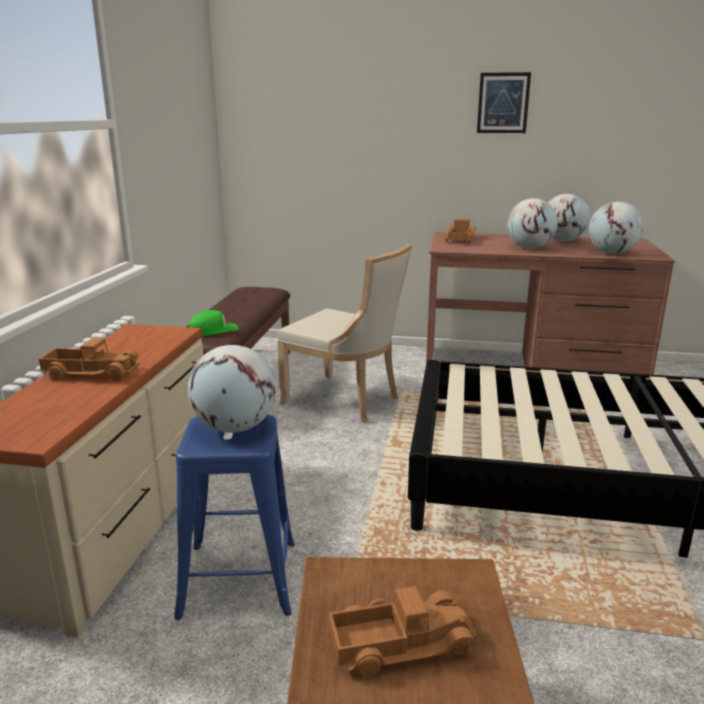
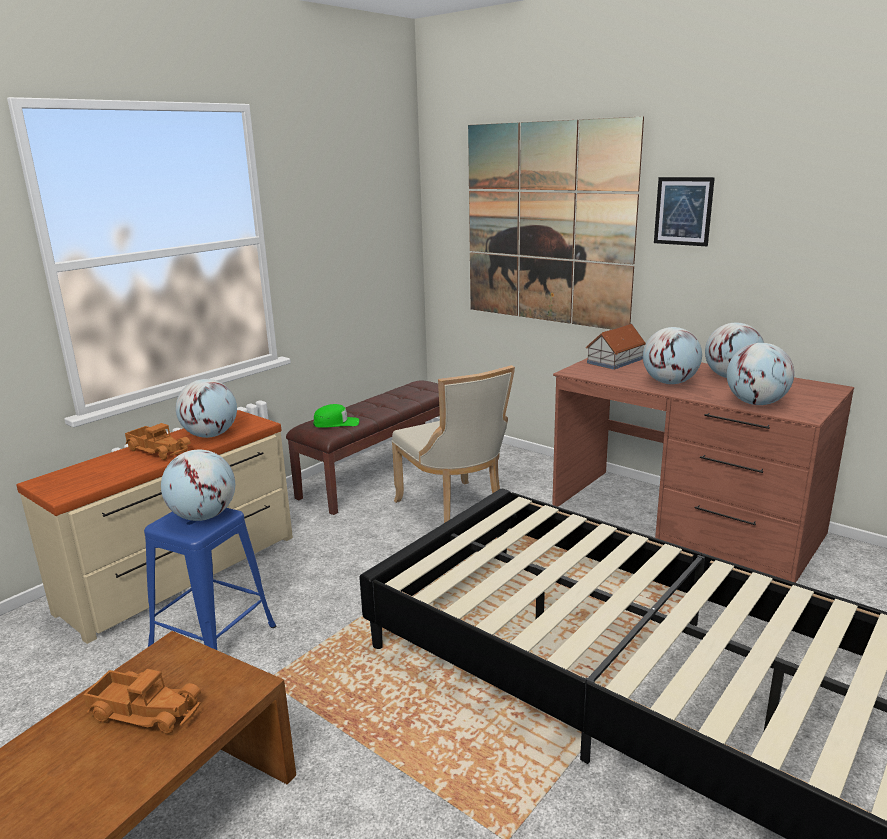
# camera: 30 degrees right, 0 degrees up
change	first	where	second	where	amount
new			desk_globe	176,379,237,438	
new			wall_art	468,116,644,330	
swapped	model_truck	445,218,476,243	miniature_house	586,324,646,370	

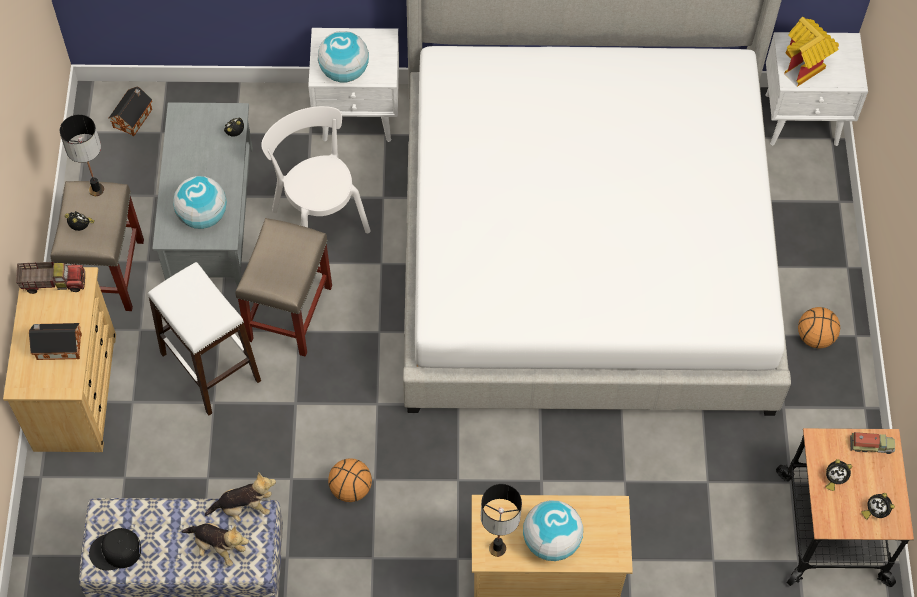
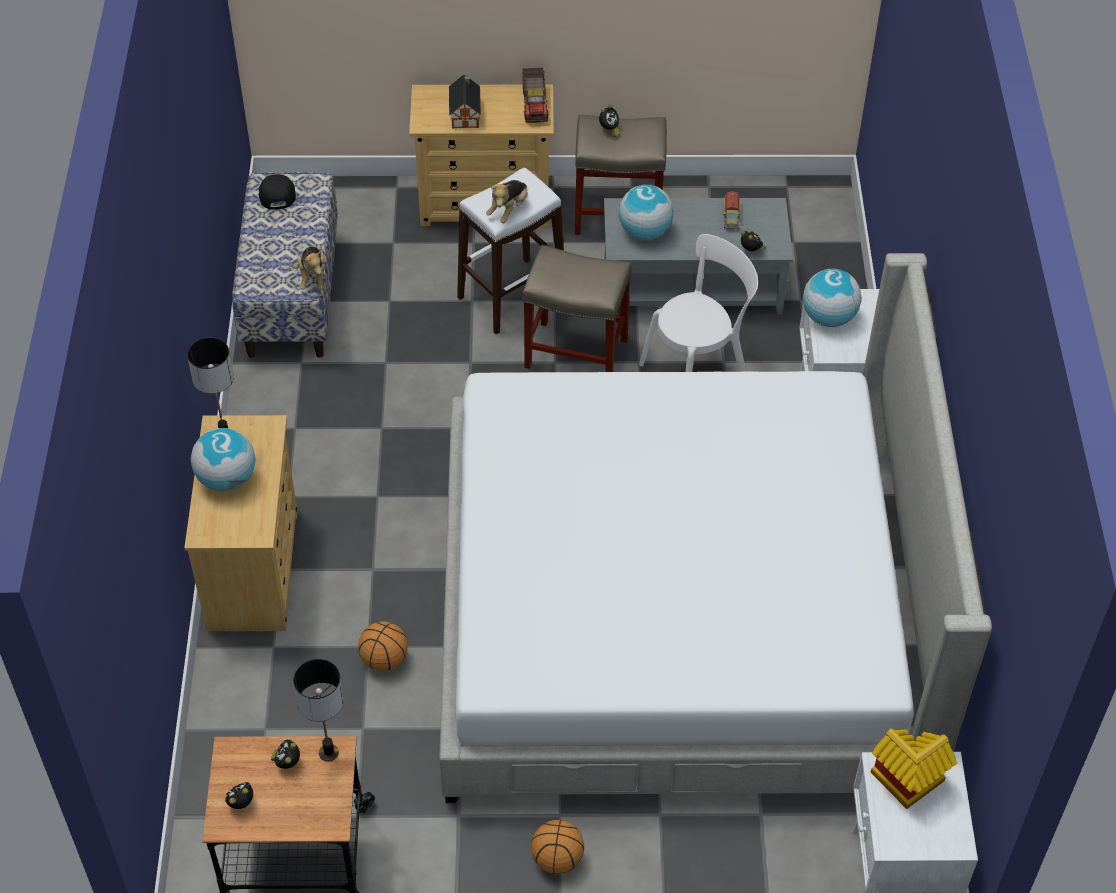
# camera: 90 degrees right, 10 degrees down
change	first	where	second	where	amount
shifted	table_lamp	60,114,104,196		293,659,344,762	
shifted	basketball_ball	328,458,372,502		358,621,408,671	
shifted	plush_toy	182,523,249,566		486,180,528,223	
shifted	model_truck	850,432,895,454		723,191,740,229	
gone	miniature_house	108,86,153,136			

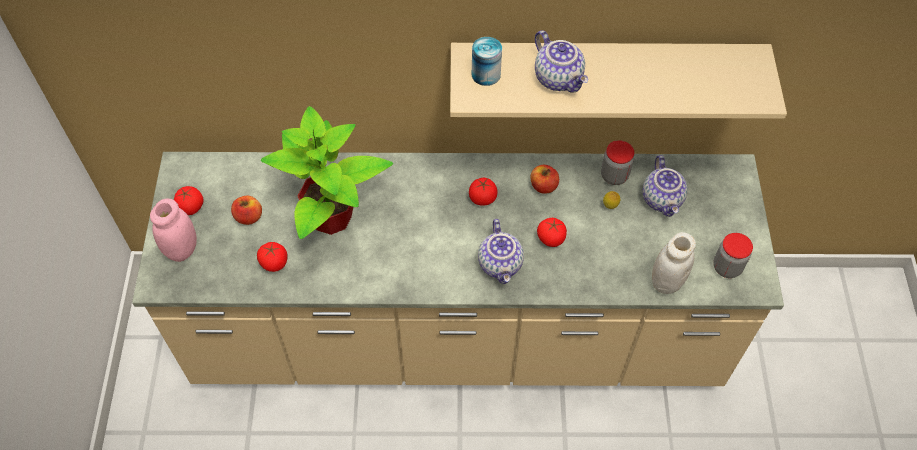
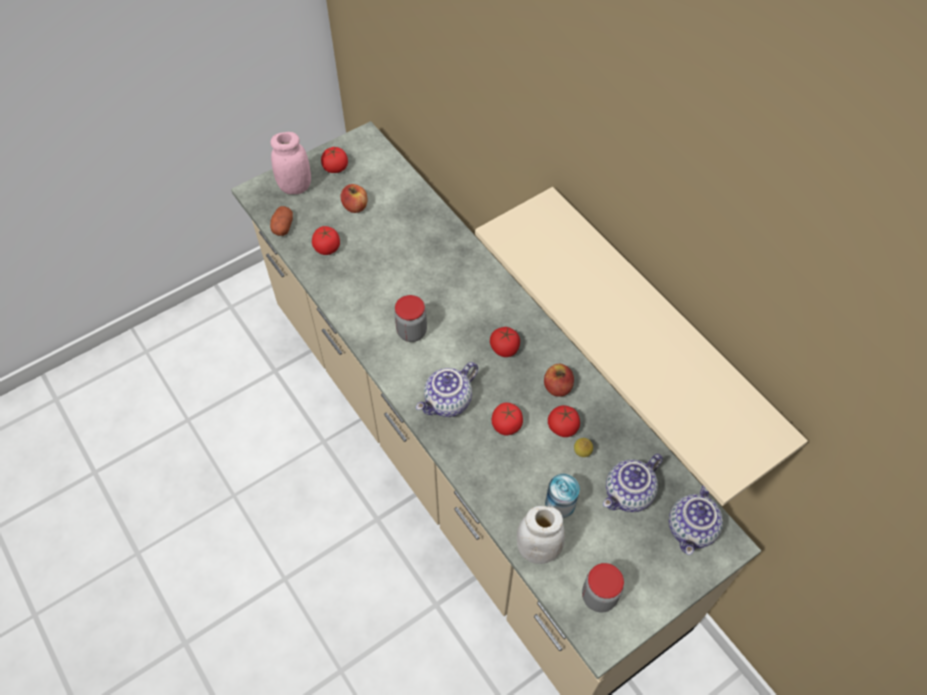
# camera: 55 degrees right, 0 degrees up
change	first	where	second	where	amount
new			spud	270,206,293,236	
shifted	jar	601,140,634,185		394,295,427,342	
shifted	sealed_can	472,37,502,86		545,474,580,518	
new			fresh_tomato	548,405,580,437	
shifted	teapot	535,30,588,92		669,485,723,555	
gone	potted_plant	261,106,393,239			

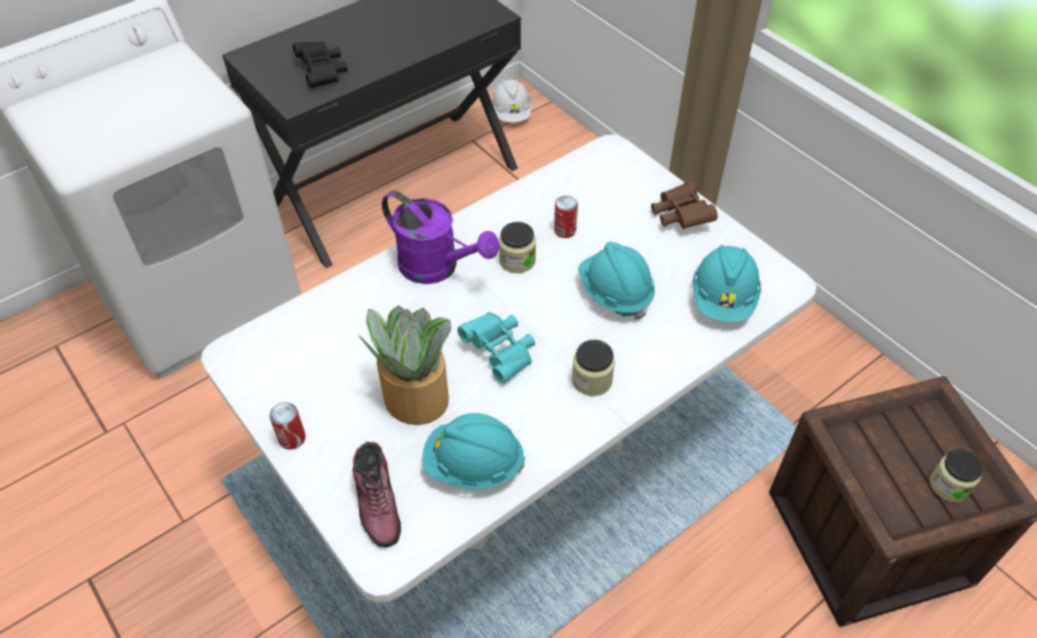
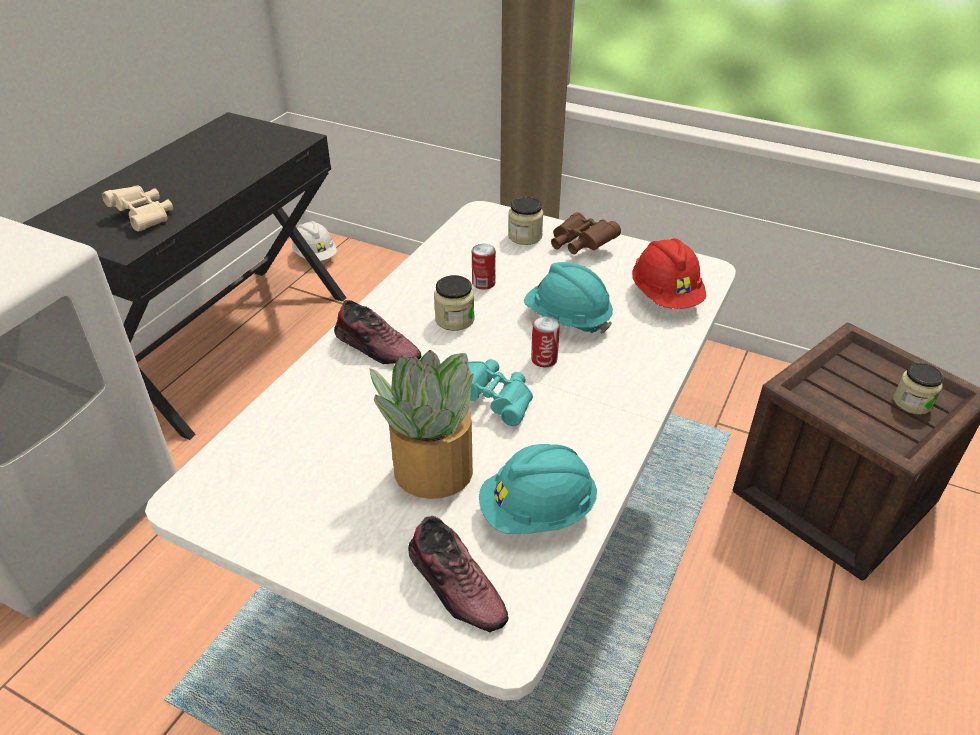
# camera: 25 degrees left, 10 degrees down
change	first	where	second	where	amount
repainted	black_pair_of_binoculars	293,41,348,88	beige-coloured_pair_of_binoculars	102,185,173,232	
swapped	purplish_watering_pot	382,191,499,284	low_shoe	334,300,421,364	
shifted	jar	572,340,615,396		508,197,544,245	
shifted	sealed_can	270,402,306,450		531,316,560,367	
repainted	turquoise-coloured_safety_helmet	692,245,761,323	red-coloured_safety_helmet	632,238,706,309	

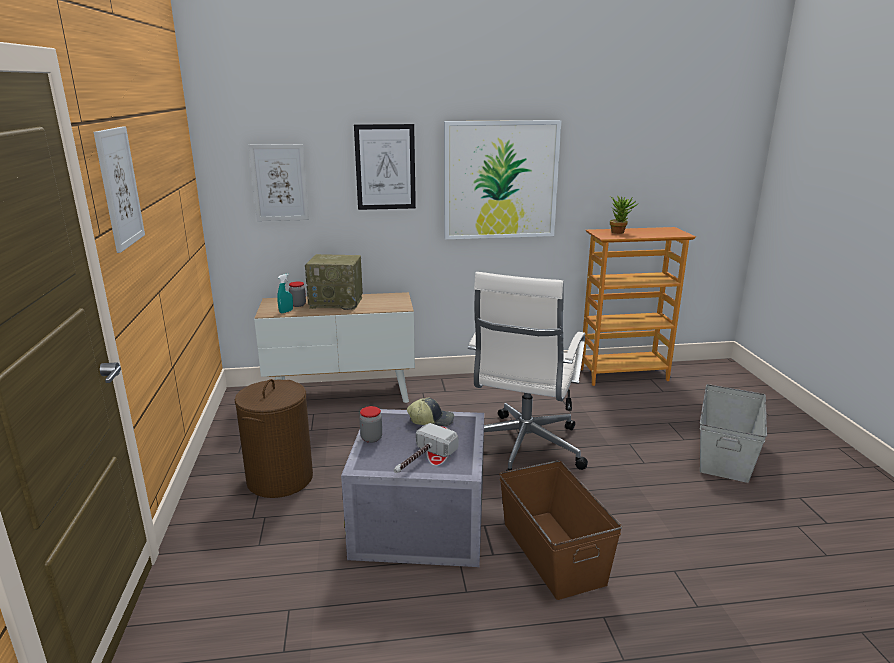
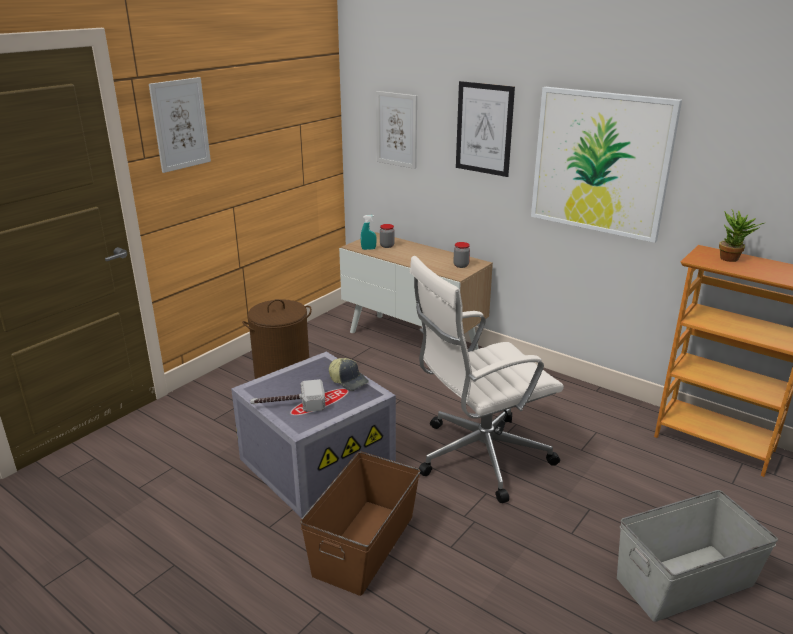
# camera: 45 degrees right, 5 degrees up
change	first	where	second	where	amount
shifted	jar	360,406,382,443		454,242,470,268	
gone	radio_receiver	305,254,363,310			

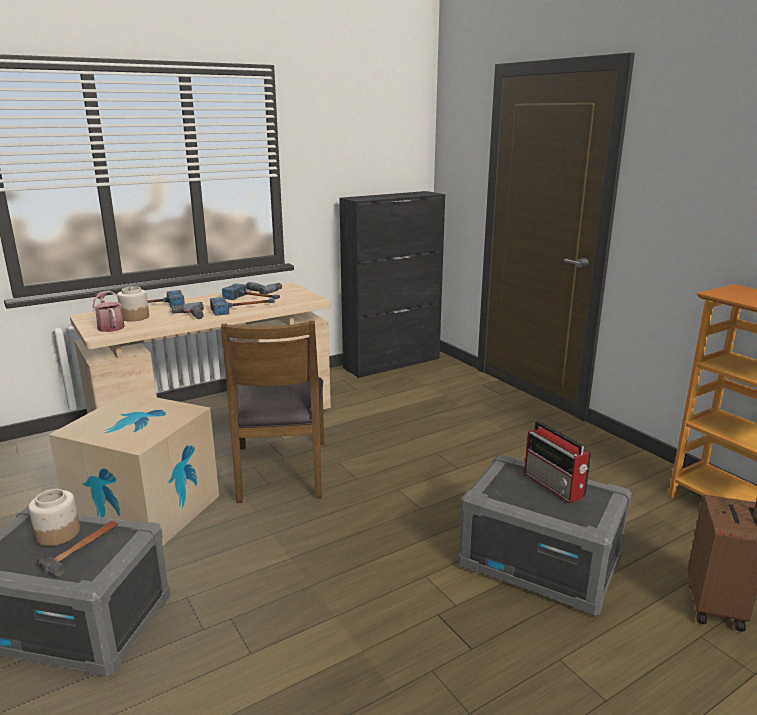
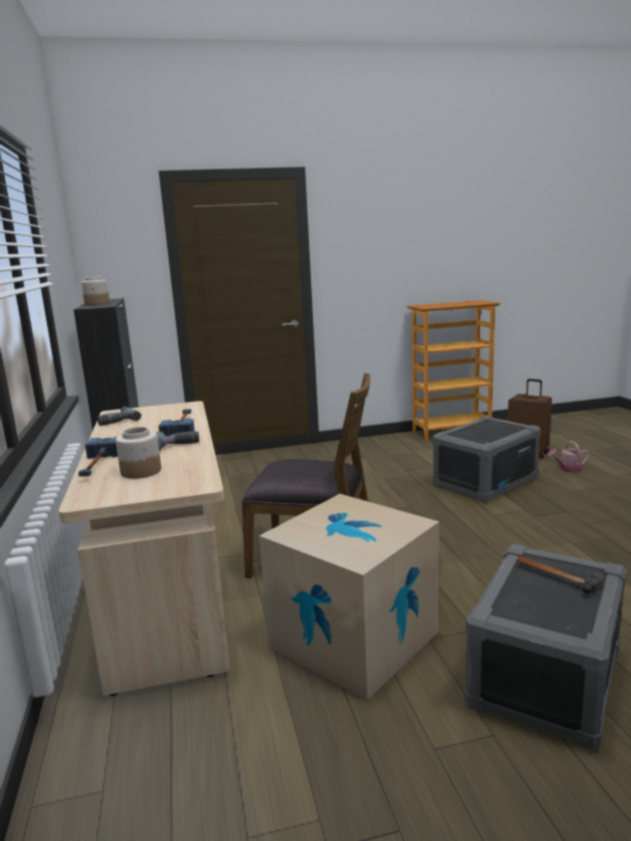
# camera: 70 degrees left, 5 degrees down
change	first	where	second	where	amount
shifted	jar	28,489,80,546		81,277,110,305	
shifted	watering_pot	92,291,125,332		547,441,590,473	
gone	tool_hammer	222,283,280,300			
gone	radio_receiver	524,421,591,503			

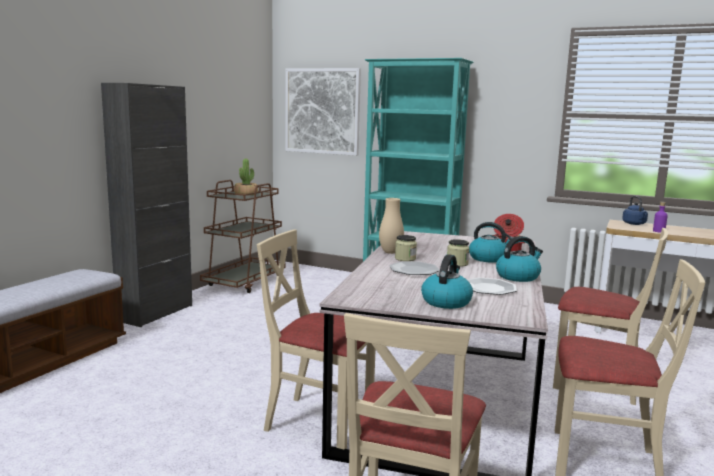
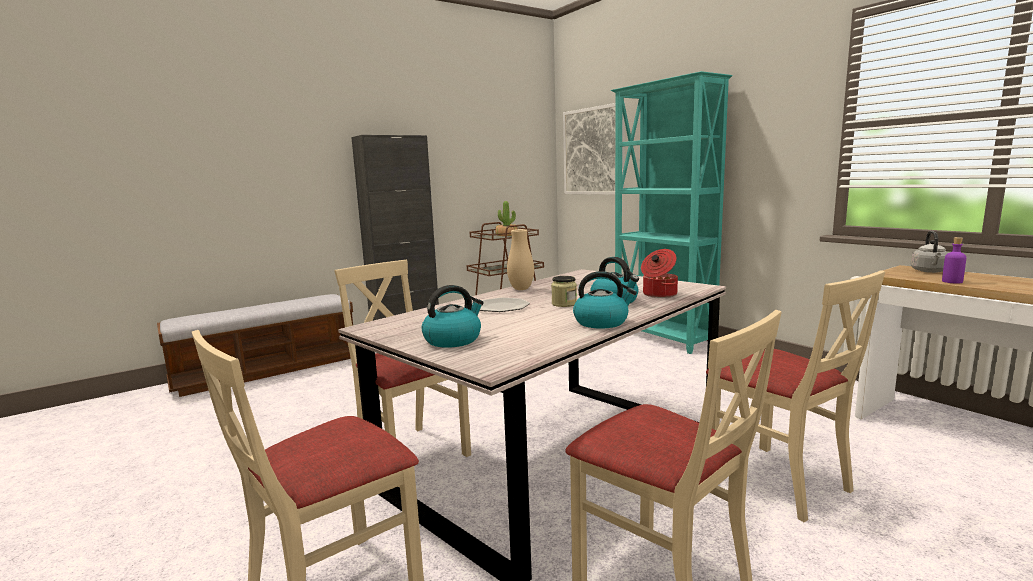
# camera: 30 degrees right, 0 degrees up
change	first	where	second	where	amount
repainted	blue-coloured_kettle	622,196,648,225	gray_kettle	911,231,950,273	
gone	jar	395,235,417,261			
gone	flat_dish	467,278,517,295			

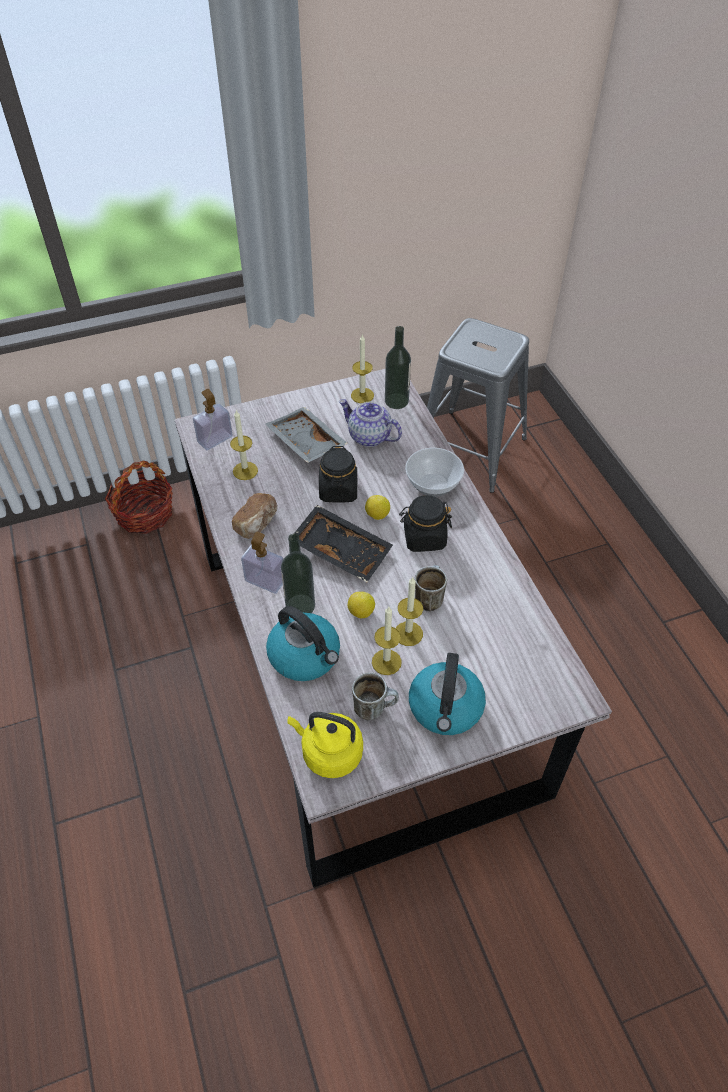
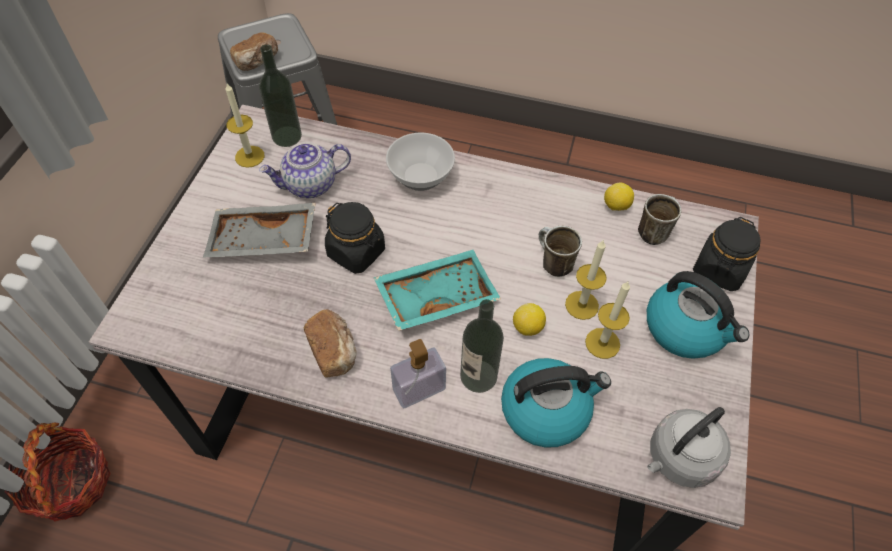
# camera: 55 degrees left, 5 degrees up
change	first	where	second	where	amount
new			bread	230,32,278,71	
repainted	black_tray	294,505,393,582	turquoise-coloured_tray	374,250,501,331	
shifted	lemon	365,495,390,520		604,182,634,211	
shifted	coffee_mug	352,672,399,720		638,194,681,245	
repainted	yellow-coloured_kettle	287,712,363,778	gray_kettle	647,407,731,488	
shifted	black_jar	399,495,452,552		693,217,761,291	
gone	soap_dispenser	193,389,233,450			
gone	wax_light	230,410,258,480			

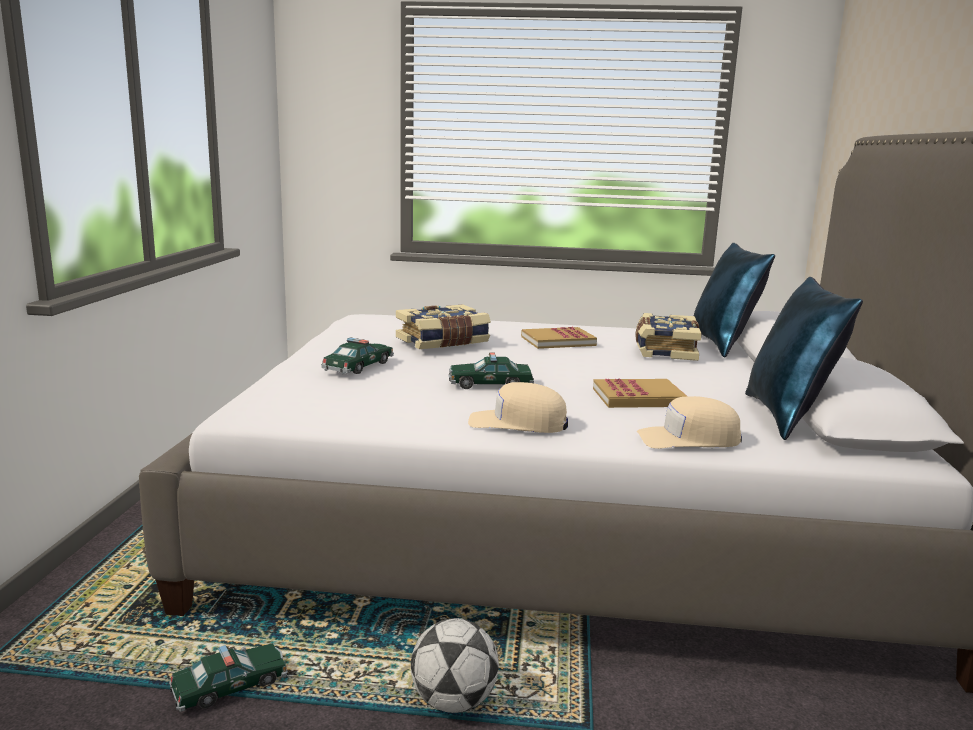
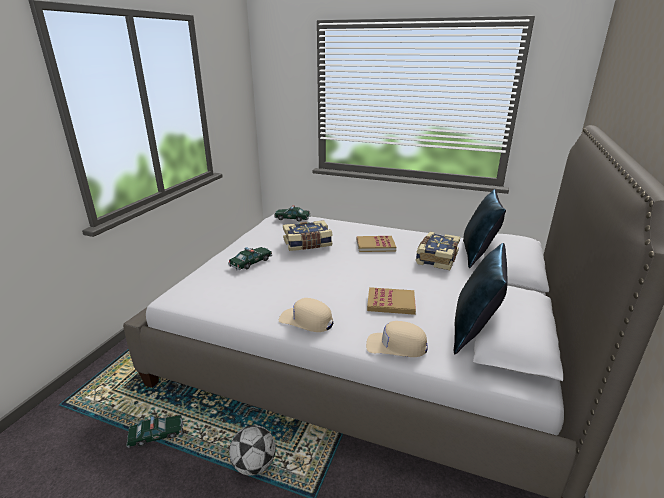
# camera: 15 degrees right, 10 degrees up
change	first	where	second	where	amount
shifted	model_car	449,353,534,389		274,205,310,222	

